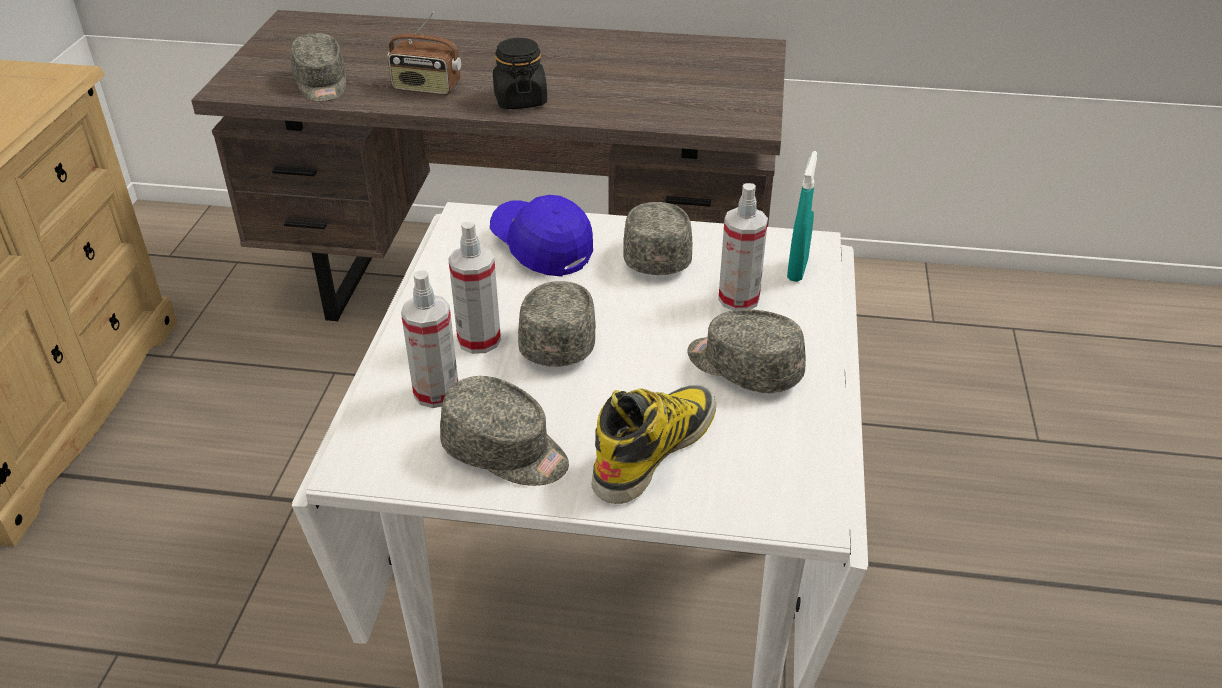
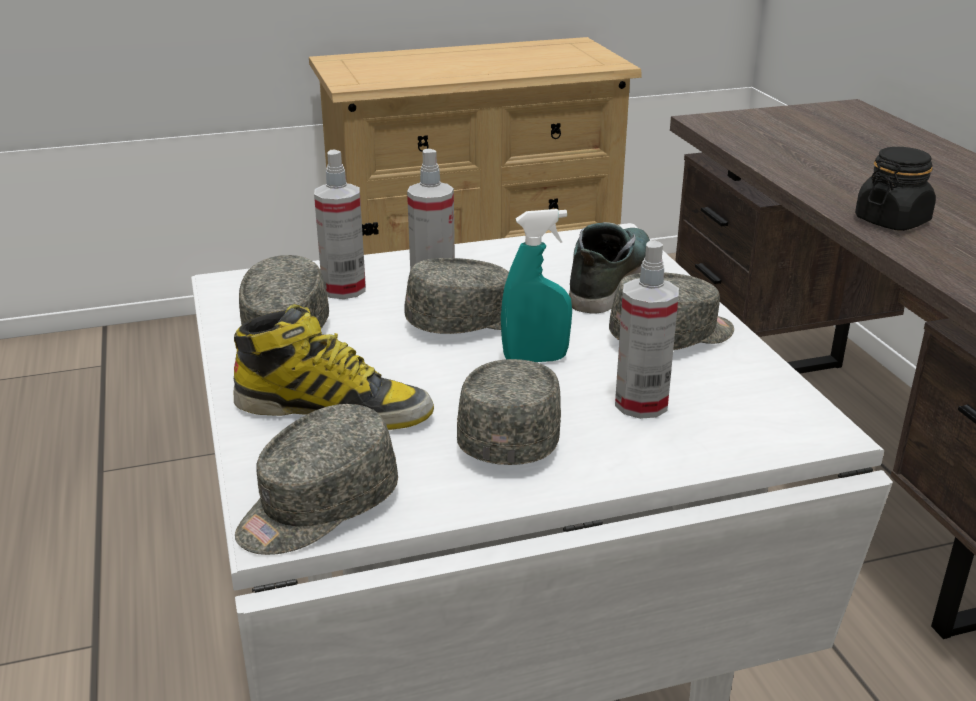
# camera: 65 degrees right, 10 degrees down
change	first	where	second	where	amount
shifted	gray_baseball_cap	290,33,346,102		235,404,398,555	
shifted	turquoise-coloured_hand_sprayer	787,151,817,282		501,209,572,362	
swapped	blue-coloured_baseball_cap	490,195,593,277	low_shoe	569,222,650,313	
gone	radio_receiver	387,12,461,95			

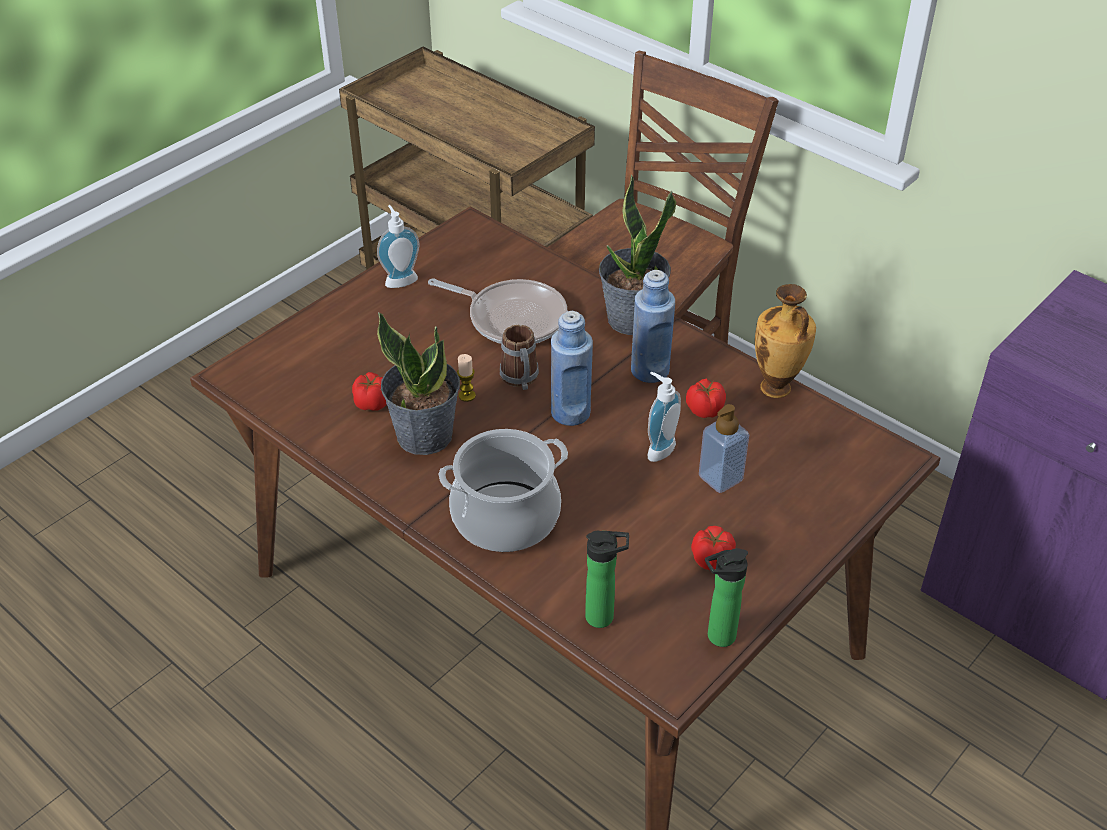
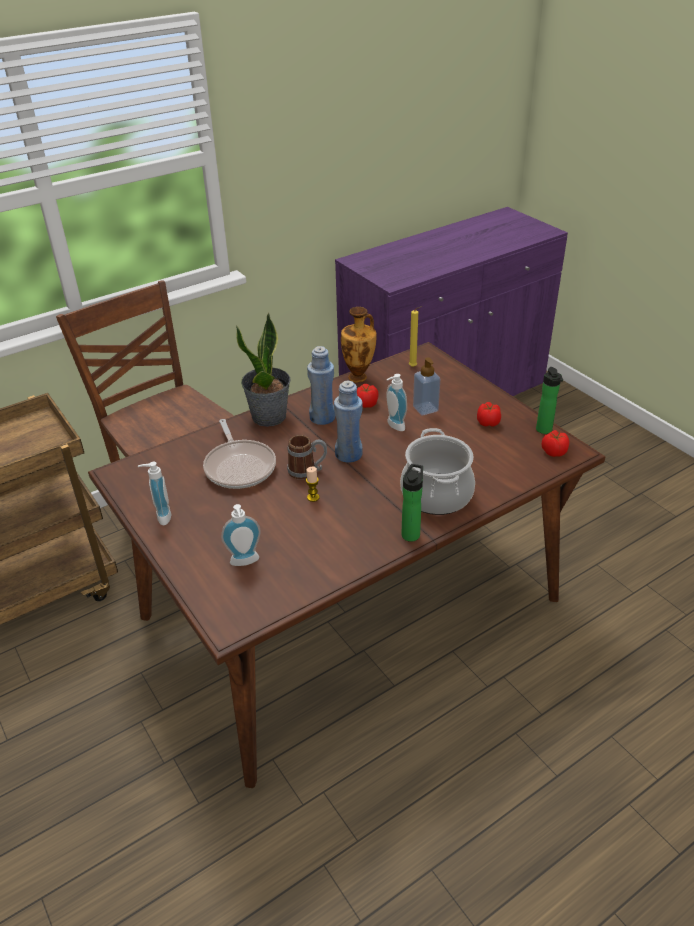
# camera: 75 degrees left, 5 degrees down
change	first	where	second	where	amount
rotated	skillet	428,278,567,344		203,419,276,489	120 degrees clockwise
new			soap_dispenser	221,504,261,566	
shifted	beverage_bottle	585,531,629,628		402,464,423,542	
new			yellow-coloured_wax_light	409,306,422,367	
shifted	fresh_tomato	352,372,387,411		542,430,569,457	
gone	potted_plant	377,312,460,455			

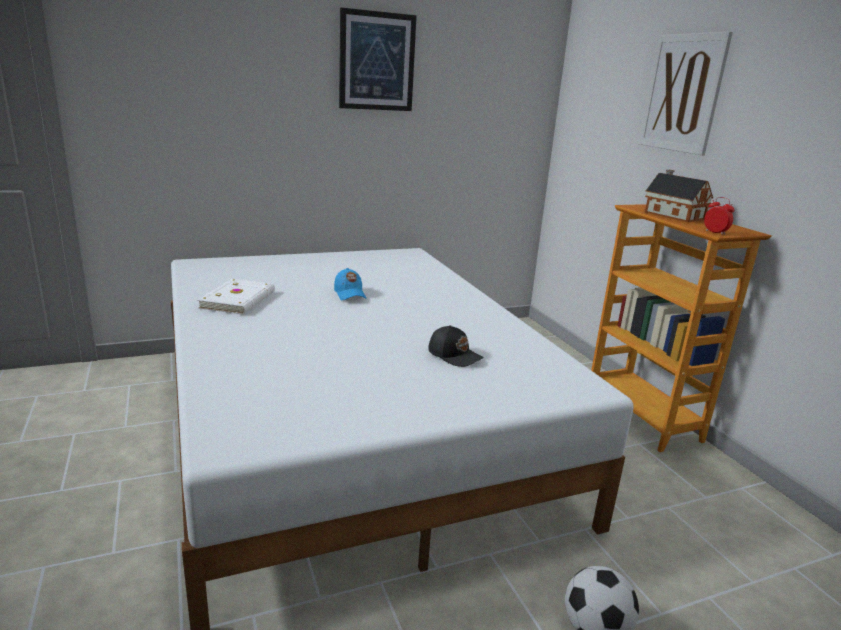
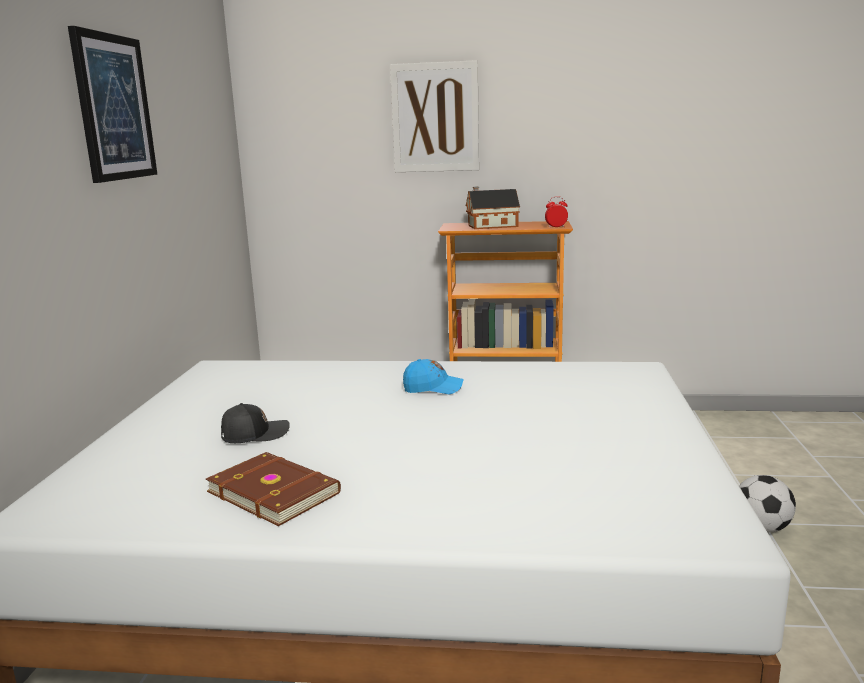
# camera: 60 degrees left, 5 degrees down
change	first	where	second	where	amount
repainted	white_bound_book	198,279,275,315	brownish_bound_book	206,452,341,526	
shifted	black_baseball_cap	428,325,484,367		221,403,290,443	
shifted	blue-coloured_baseball_cap	334,268,367,300		403,359,464,394	

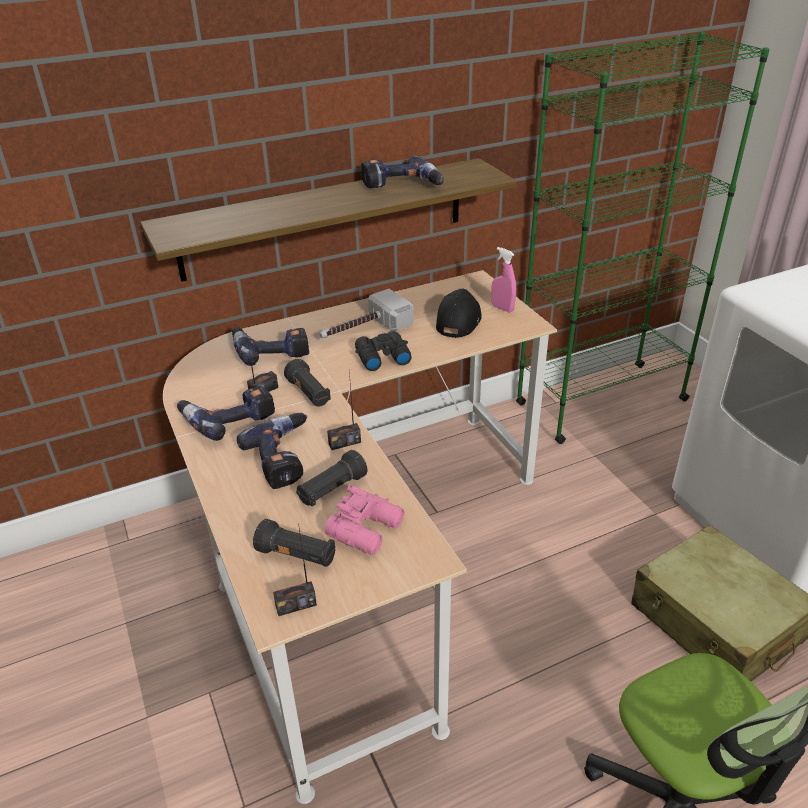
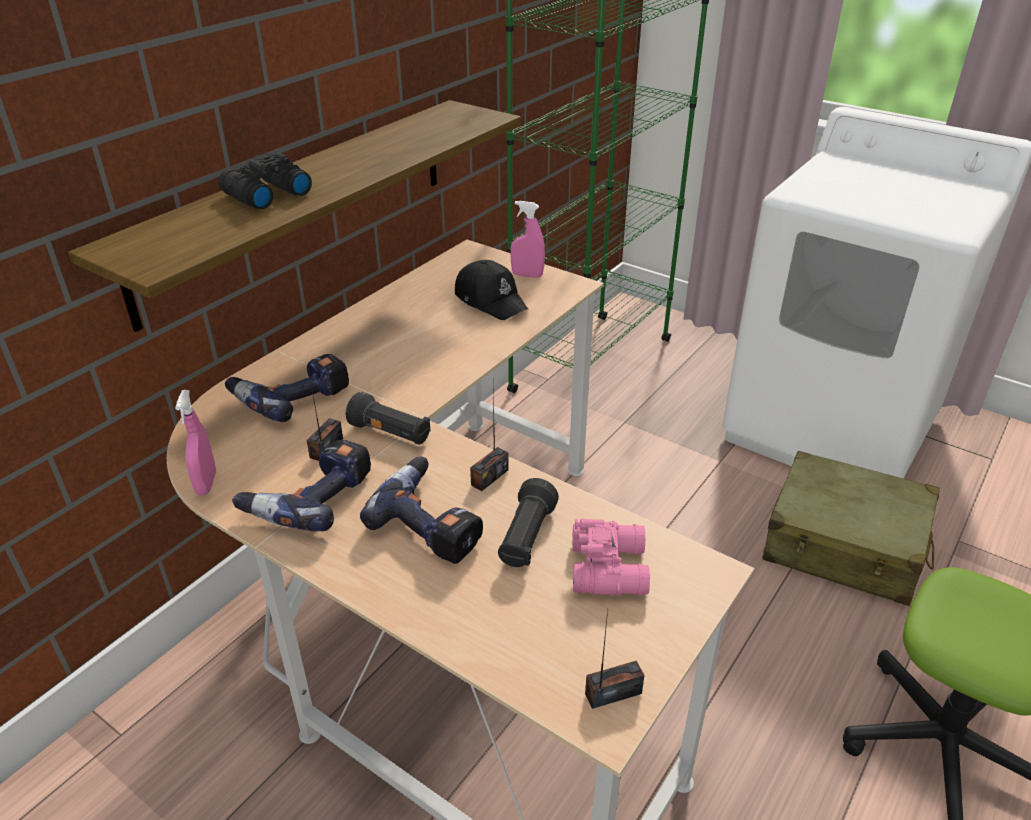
# camera: 30 degrees left, 0 degrees up
change	first	where	second	where	amount
new			pink_hand_sprayer	175,390,216,495	
shifted	black_pair_of_binoculars	355,331,412,371		218,153,312,209	
rotated	black_baseball_cap	436,289,482,338		455,260,528,320	150 degrees clockwise
rotated	radio_receiver	273,523,317,616		585,609,645,709	150 degrees counterclockwise
gone	black_hand_torch	253,519,335,567			
gone	tool_hammer	319,289,414,338			
gone	power_drill	362,155,444,188			

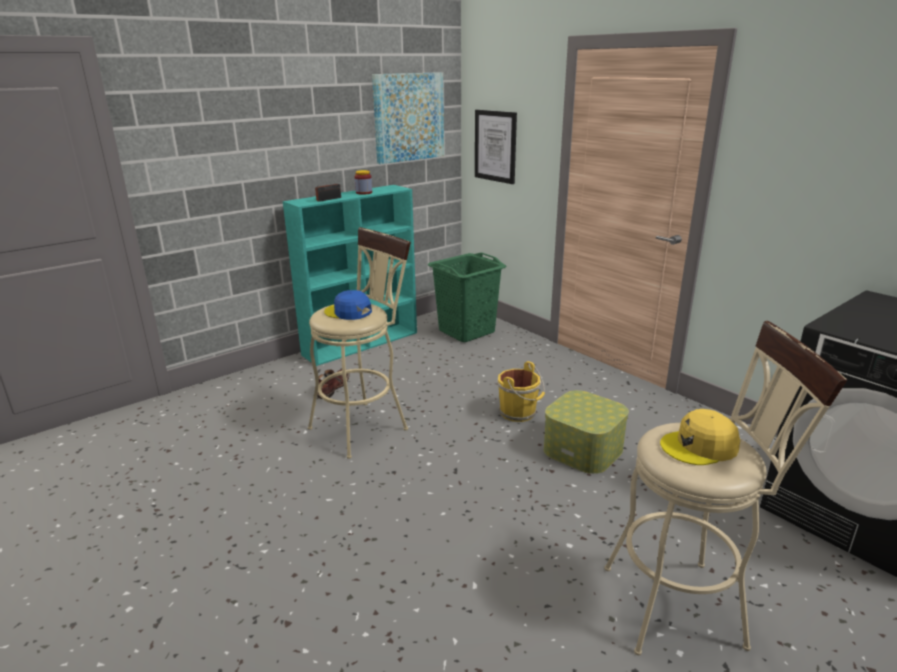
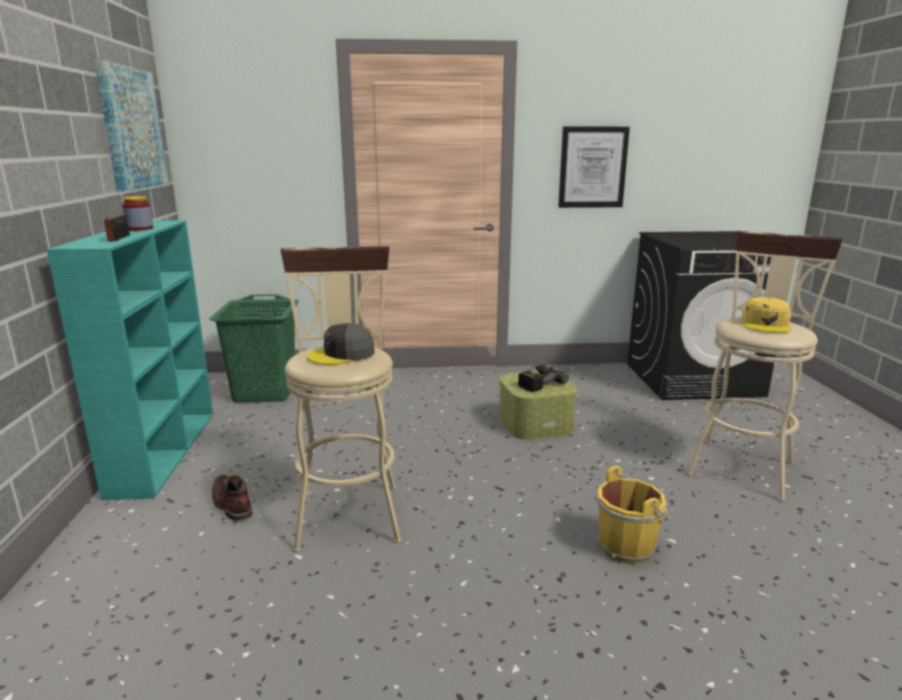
# camera: 55 degrees left, 5 degrees down
change	first	where	second	where	amount
repainted	blue-coloured_baseball_cap	324,290,372,320	gray_baseball_cap	307,323,375,365	
new			power_drill	518,365,569,392	
shifted	wall_art	475,110,517,184		558,127,630,208	
shifted	yellow-coloured_bucket	497,361,545,422		594,466,671,565	

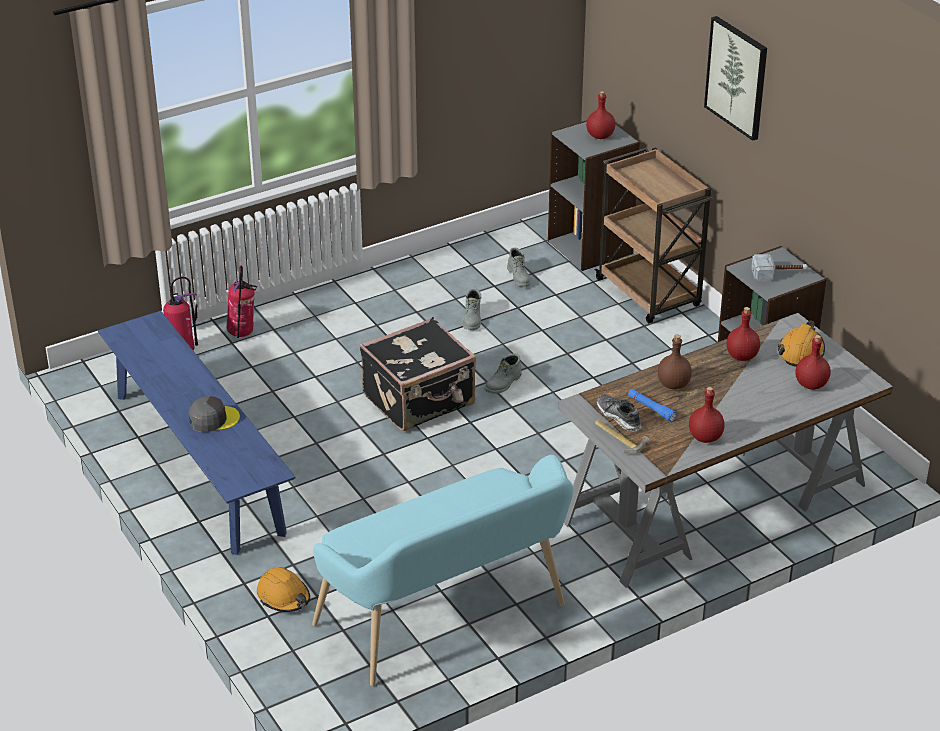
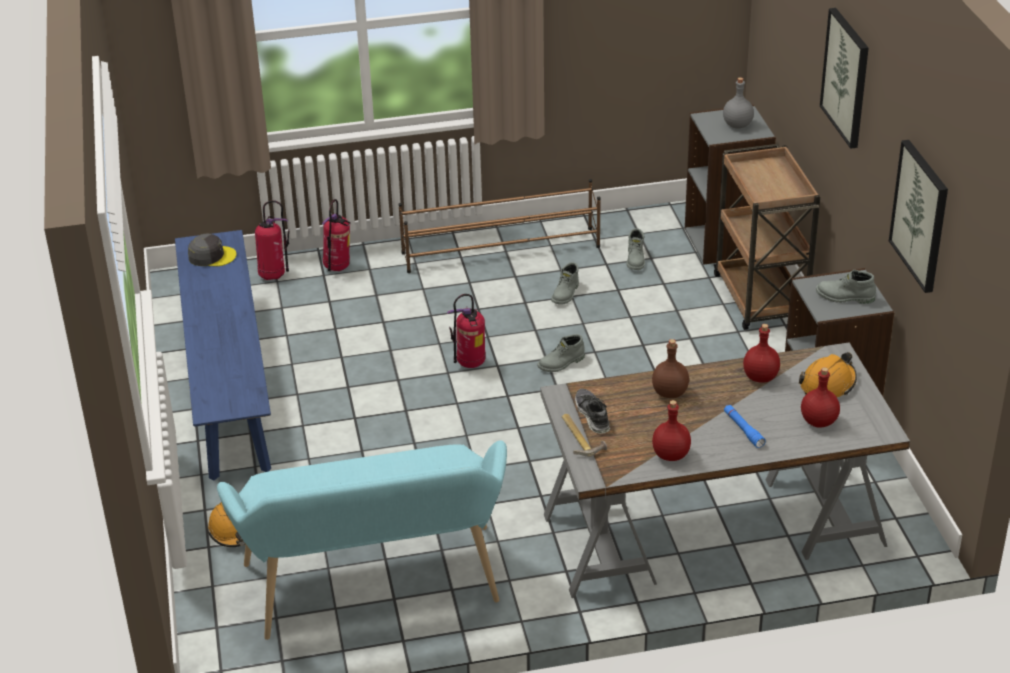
# camera: 20 degrees right, 0 degrees up
change	first	where	second	where	amount
shifted	gray_baseball_cap	188,396,240,432		188,234,237,266	
new			brownish_shoe_stand	399,179,601,273	
swapped	black_suitcase	360,317,476,431	fire_extinguisher	447,294,485,368	
repainted	red-coloured_beverage_bottle	586,91,615,139	gray_beverage_bottle	723,77,754,128	
shifted	blue-coloured_hand_torch	628,389,677,421		724,405,766,448	
swapped	tool_hammer	751,254,808,281	gray_tall_boot	816,270,876,304	
new			wall_art	889,140,948,293	

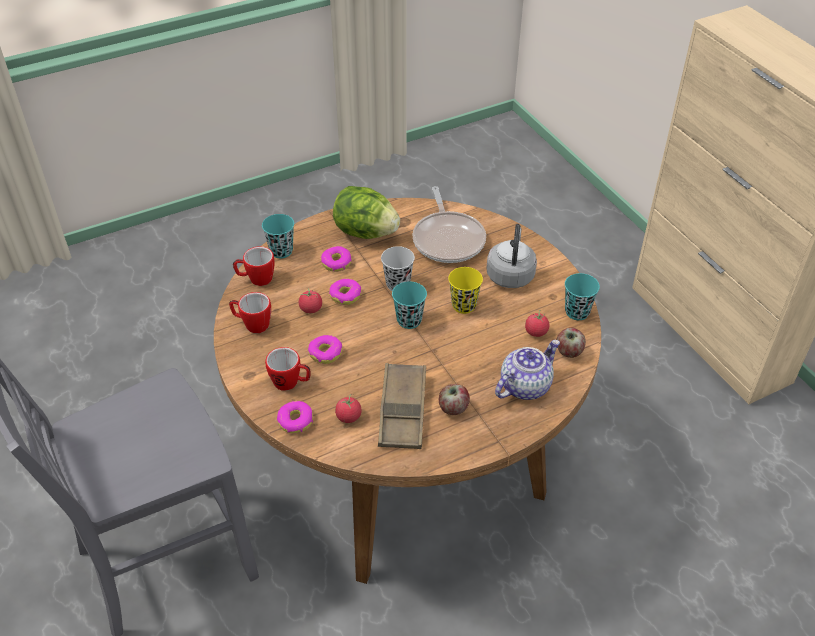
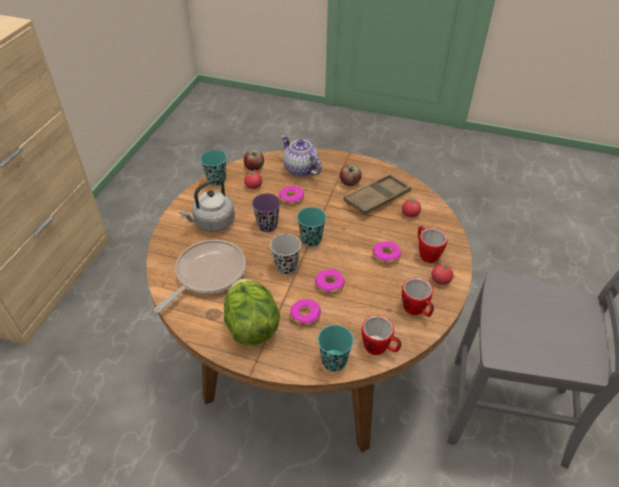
# camera: 135 degrees left, 0 degrees up
change	first	where	second	where	amount
repainted	yellow-coloured_drinking_cup	448,267,483,314	purplish_drinking_cup	252,194,280,232	
shifted	ring_doughnut	277,401,313,433		279,186,304,206	
rotated	teapot	495,340,560,400		281,135,322,177	45 degrees clockwise
shifted	fresh_tomato	299,288,322,313		432,262,453,285	

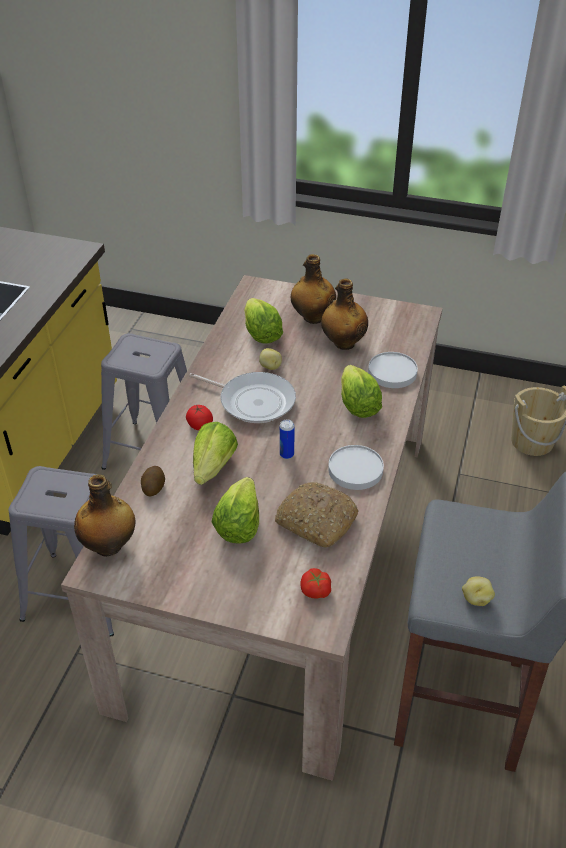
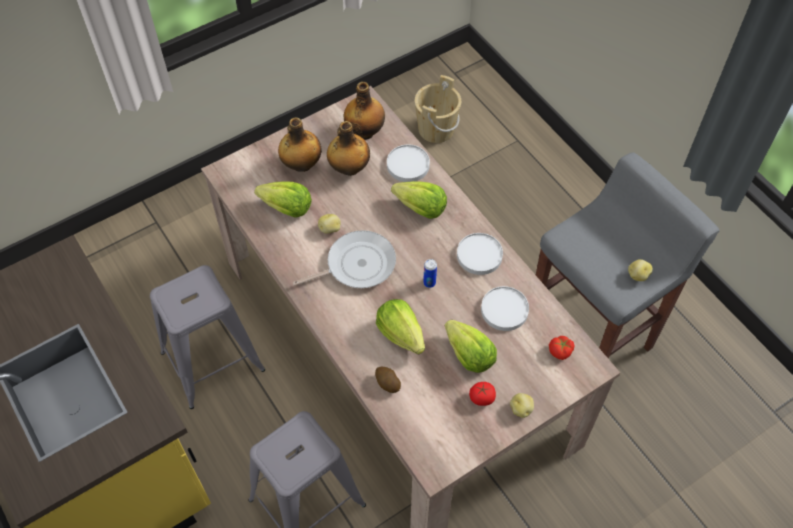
# camera: 50 degrees left, 15 degrees up
change	first	where	second	where	amount
shifted	beverage_bottle	74,474,135,557		344,82,385,140	
shifted	fresh_tomato	186,404,213,430		469,382,496,406	
swapped	bread	275,482,359,547	white_flat_dish	481,286,529,331	
new			spud	510,393,534,418	

